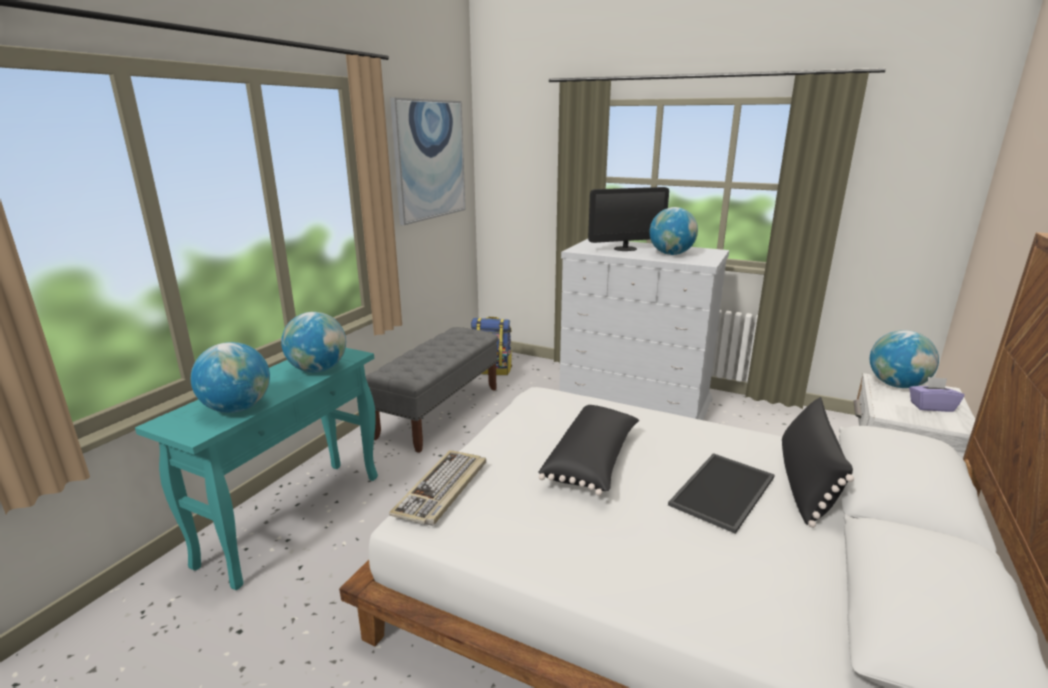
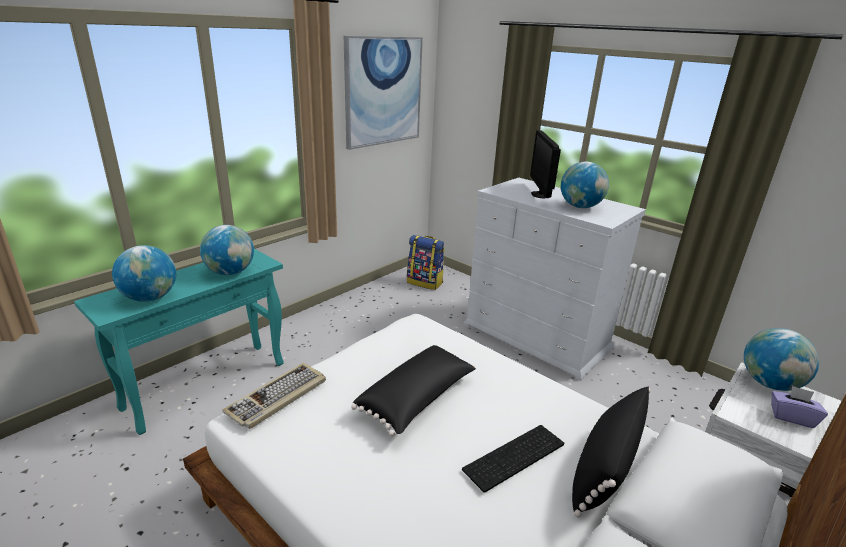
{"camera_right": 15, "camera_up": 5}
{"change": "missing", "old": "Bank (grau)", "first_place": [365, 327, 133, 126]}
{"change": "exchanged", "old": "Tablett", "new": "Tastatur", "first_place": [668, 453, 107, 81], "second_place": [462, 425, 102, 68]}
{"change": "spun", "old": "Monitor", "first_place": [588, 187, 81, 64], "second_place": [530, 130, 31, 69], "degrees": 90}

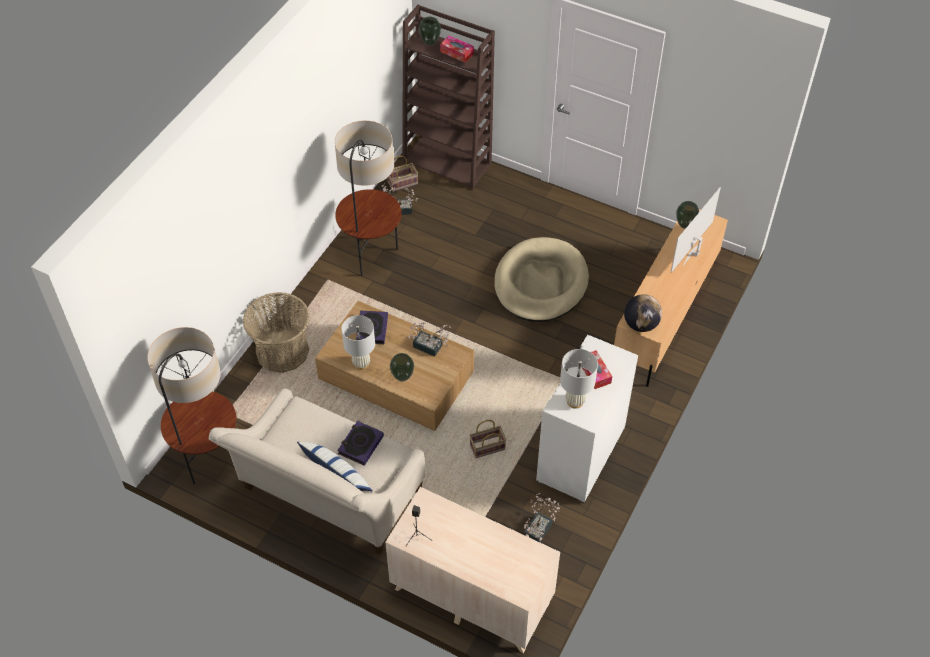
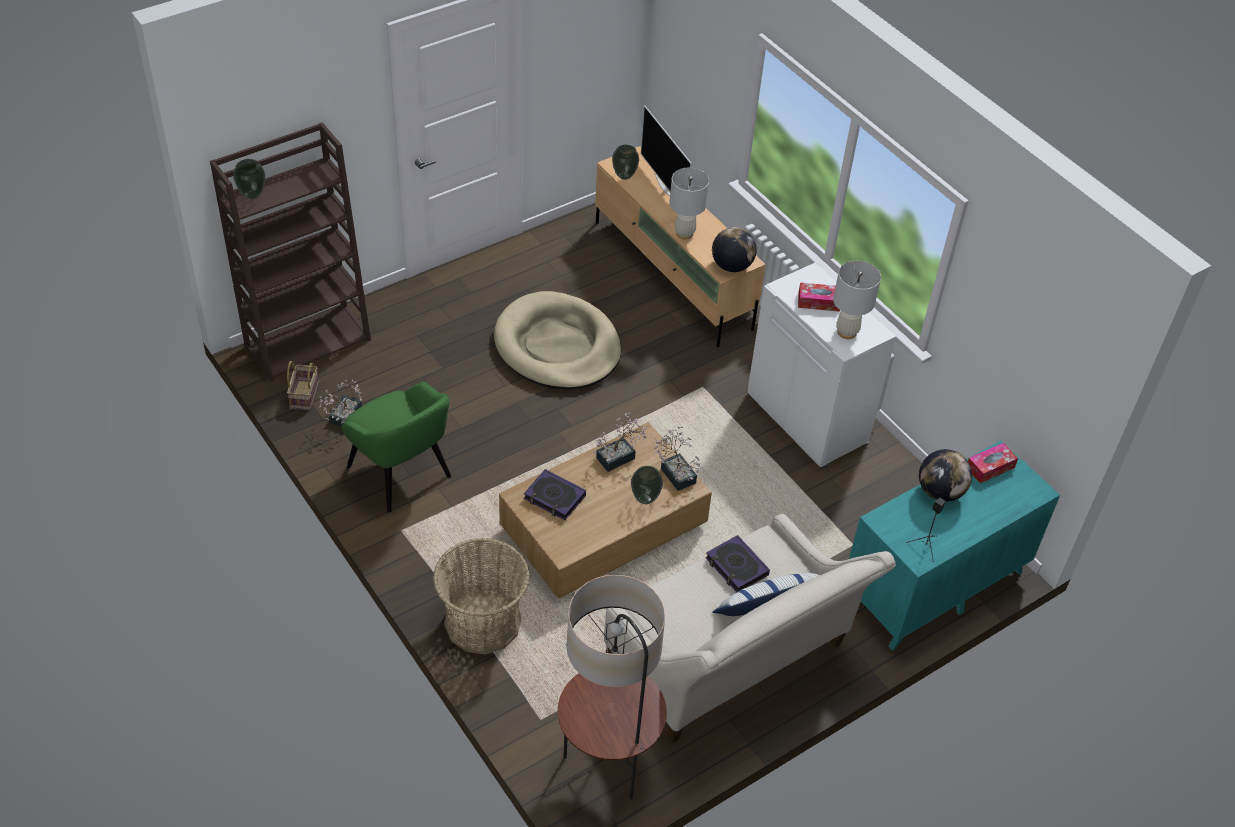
{"camera_right": -65, "camera_up": -5}
{"change": "missing", "old": "Korb", "first_place": [469, 420, 37, 38]}
{"change": "appeared", "new": "Globus", "second_place": [919, 449, 53, 53]}
{"change": "relocated", "old": "Tischlampe (weiß)", "first_place": [341, 315, 34, 55], "second_place": [669, 168, 40, 72]}
{"change": "relocated", "old": "Taschentuchbox", "first_place": [440, 36, 34, 27], "second_place": [968, 443, 50, 40]}
{"change": "relocated", "old": "Topfpflanze", "first_place": [524, 493, 36, 49], "second_place": [653, 427, 52, 64]}
{"change": "exchanged", "old": "Stehlampe", "new": "Sessel (grün)", "first_place": [335, 120, 67, 156], "second_place": [341, 381, 110, 132]}
{"change": "colour", "old": "Kommode (beige)", "new": "Kommode (türkis)", "first_place": [385, 487, 175, 166], "second_place": [849, 440, 211, 211]}

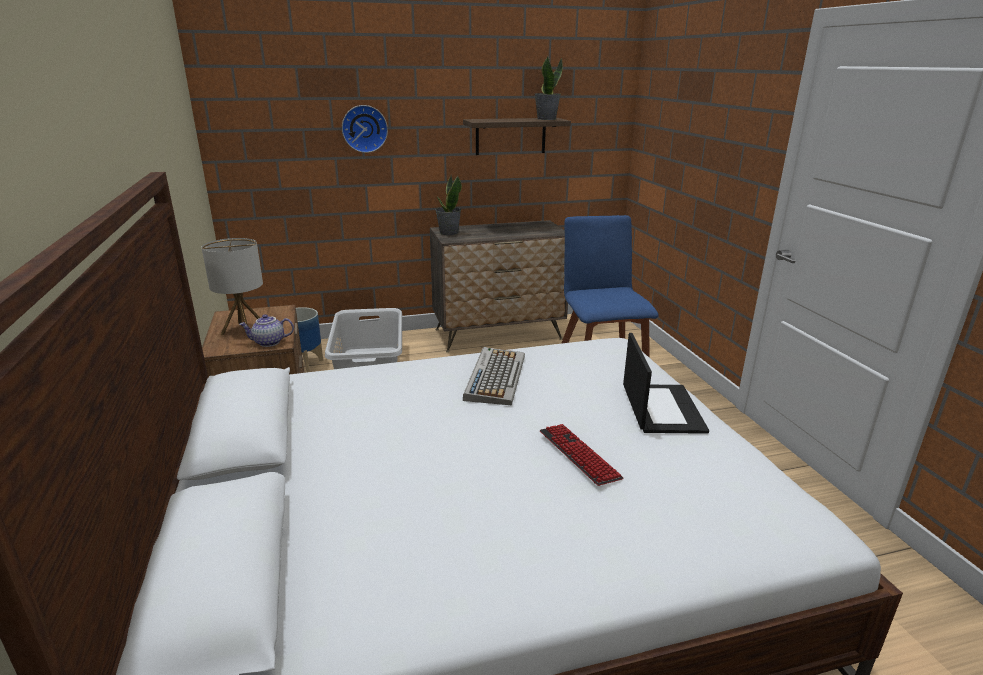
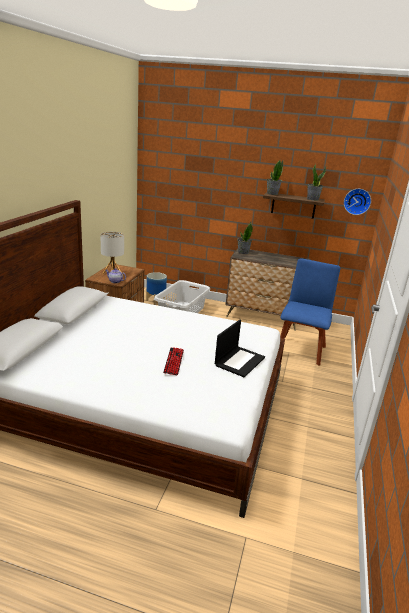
{"camera_right": 30, "camera_up": 0}
{"change": "missing", "old": "Tastatur", "first_place": [463, 347, 62, 58]}
{"change": "appeared", "new": "Topfpflanze", "second_place": [267, 160, 16, 35]}
{"change": "relocated", "old": "Wanduhr", "first_place": [342, 105, 46, 48], "second_place": [344, 189, 27, 26]}

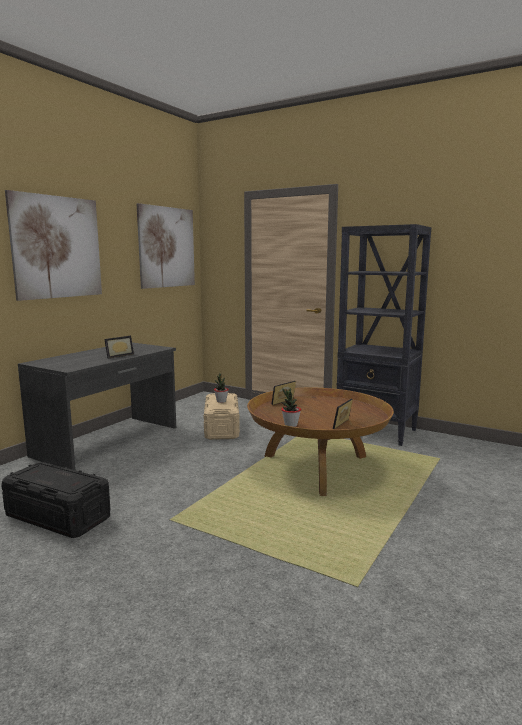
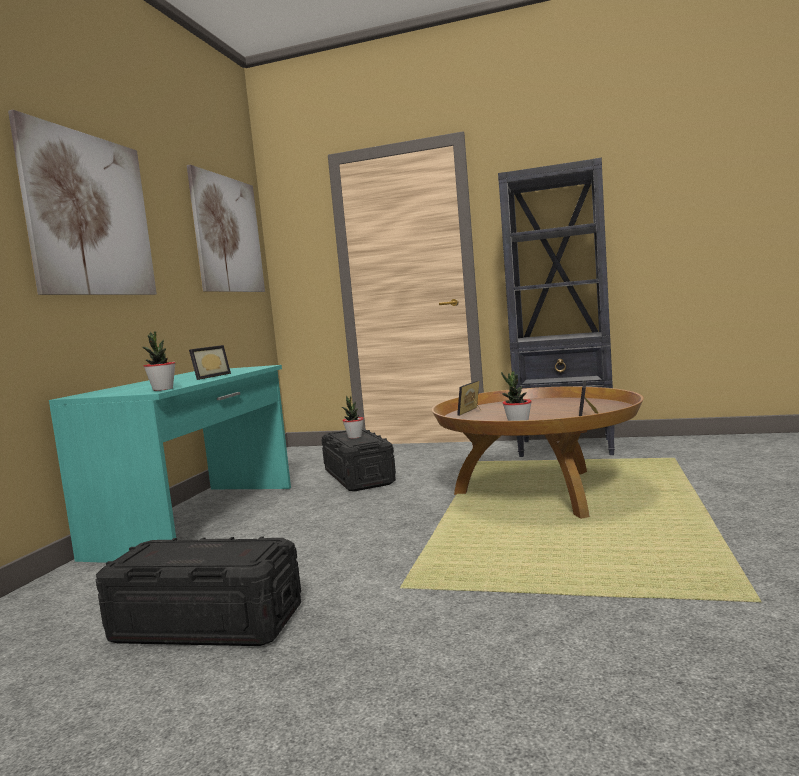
{"camera_right": -15, "camera_up": -5}
{"change": "appeared", "new": "Topfpflanze", "second_place": [143, 331, 33, 60]}
{"change": "colour", "old": "Schreibtisch (grau)", "new": "Schreibtisch (türkis)", "first_place": [18, 343, 158, 127], "second_place": [49, 365, 242, 198]}
{"change": "colour", "old": "Aufbewahrungsbox (beige)", "new": "Aufbewahrungsbox (schwarz)", "first_place": [204, 393, 36, 47], "second_place": [321, 429, 75, 62]}

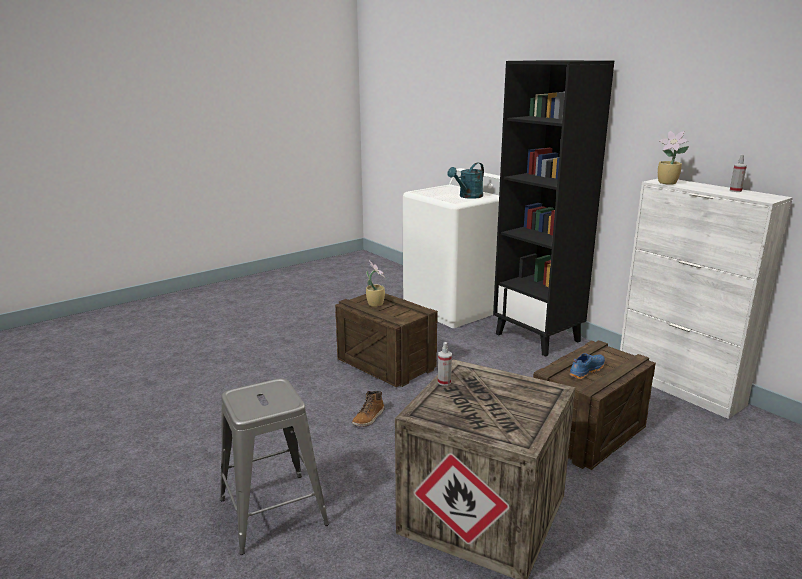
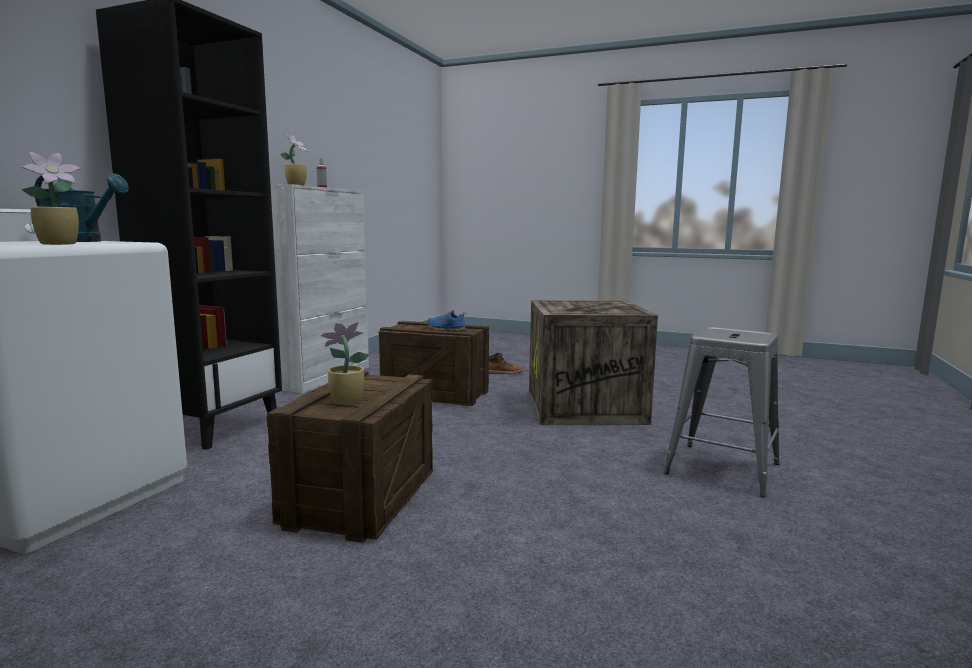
{"camera_right": -120, "camera_up": -10}
{"change": "missing", "old": "Sprühflasche", "first_place": [438, 342, 14, 44]}
{"change": "appeared", "new": "Topfpflanze", "second_place": [22, 152, 59, 93]}
{"change": "relocated", "old": "Stiefel", "first_place": [352, 391, 32, 36], "second_place": [489, 353, 35, 21]}

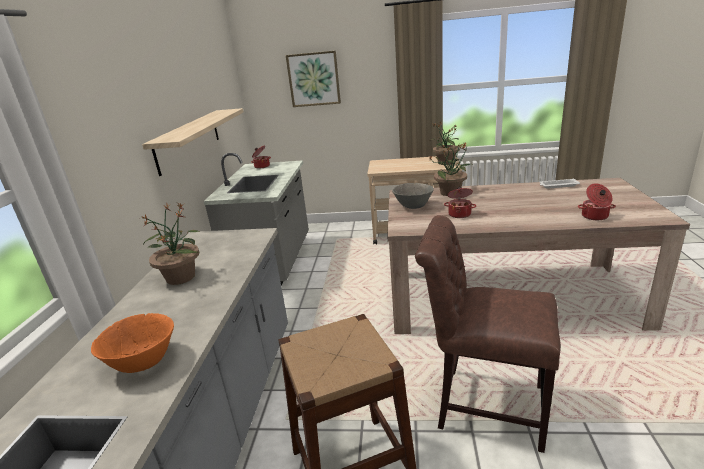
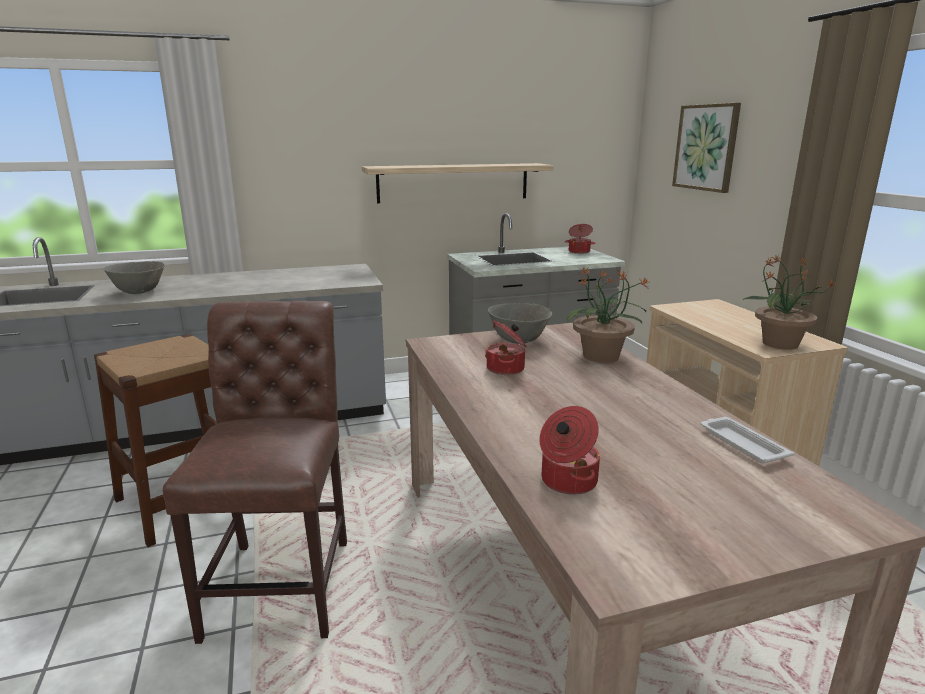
{"camera_right": 65, "camera_up": -5}
{"change": "missing", "old": "Topfpflanze", "first_place": [143, 203, 57, 82]}
{"change": "colour", "old": "Schüssel (orange)", "new": "Schüssel (grau)", "first_place": [91, 313, 83, 60], "second_place": [104, 261, 61, 33]}

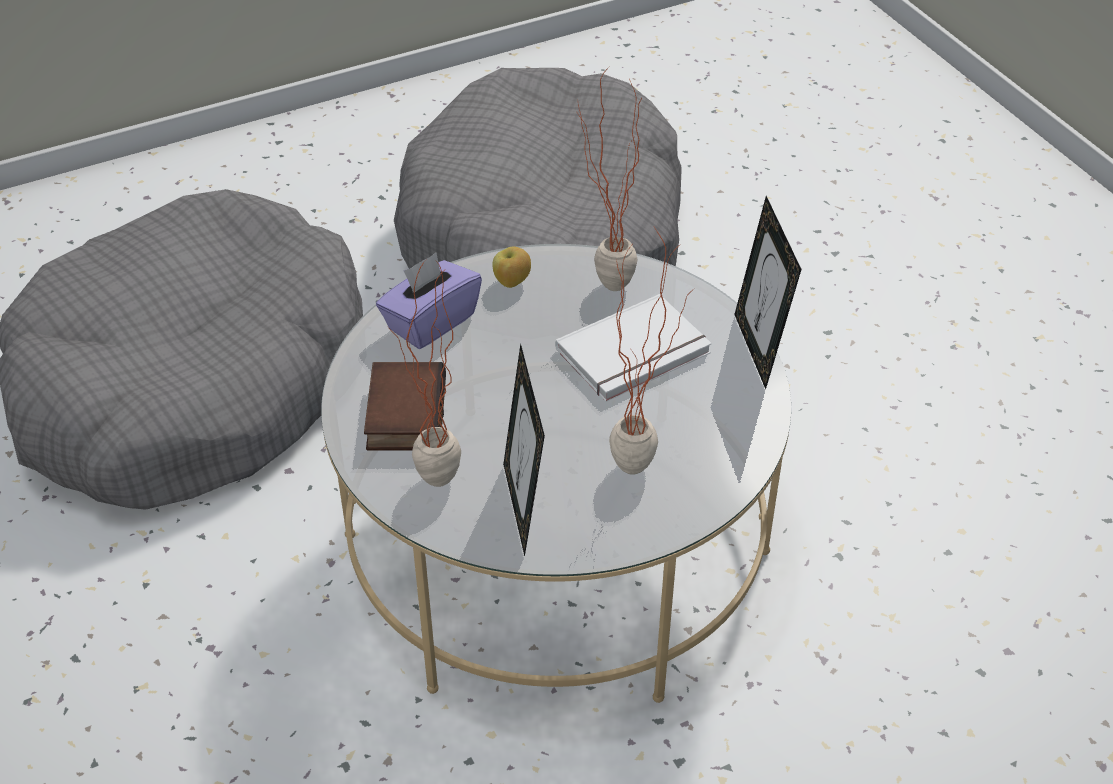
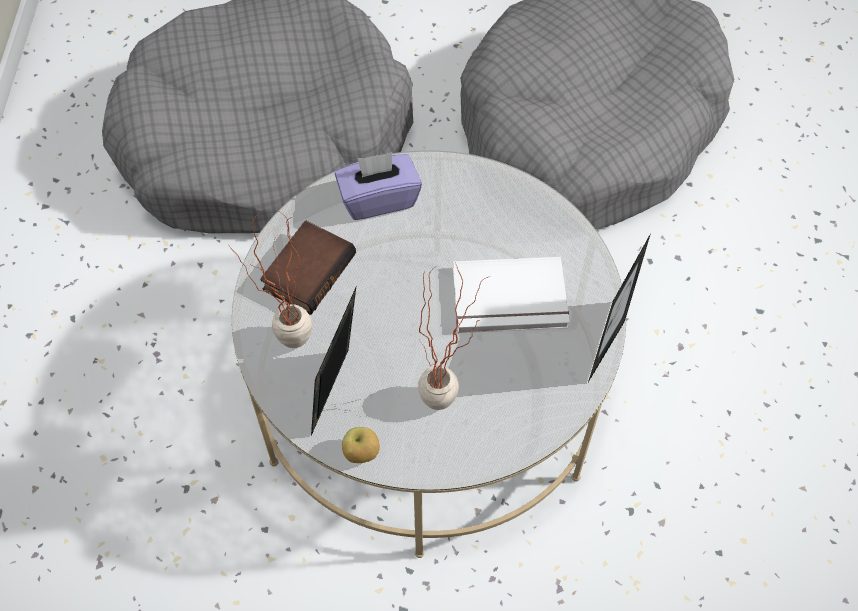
{"camera_right": 30, "camera_up": 15}
{"change": "missing", "old": "Topfpflanze", "first_place": [576, 66, 66, 225]}
{"change": "relocated", "old": "Apfel", "first_place": [493, 246, 38, 42], "second_place": [342, 427, 38, 36]}

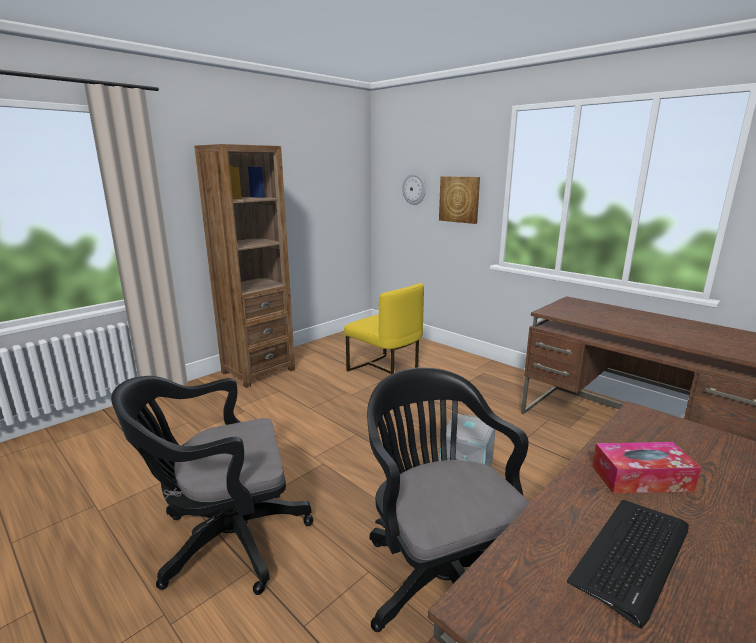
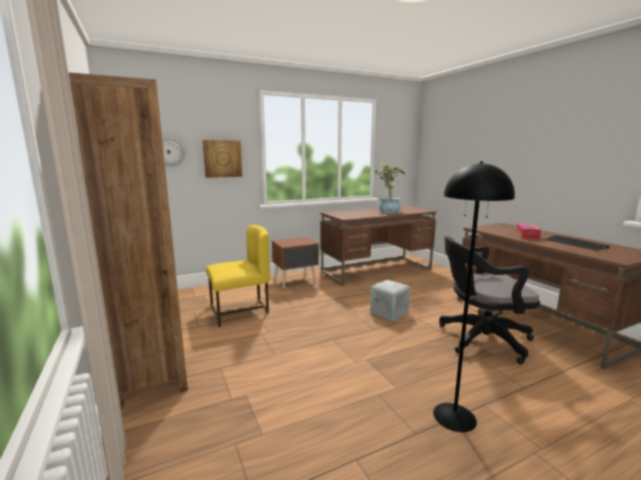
{"camera_right": -70, "camera_up": -5}
{"change": "appeared", "new": "Nachttisch (braun)", "second_place": [272, 237, 47, 52]}
{"change": "appeared", "new": "Topfpflanze", "second_place": [372, 164, 34, 49]}
{"change": "exchanged", "old": "Bürostuhl (schwarz)", "new": "Stehlampe (schwarz)", "first_place": [111, 376, 202, 219], "second_place": [433, 161, 82, 271]}

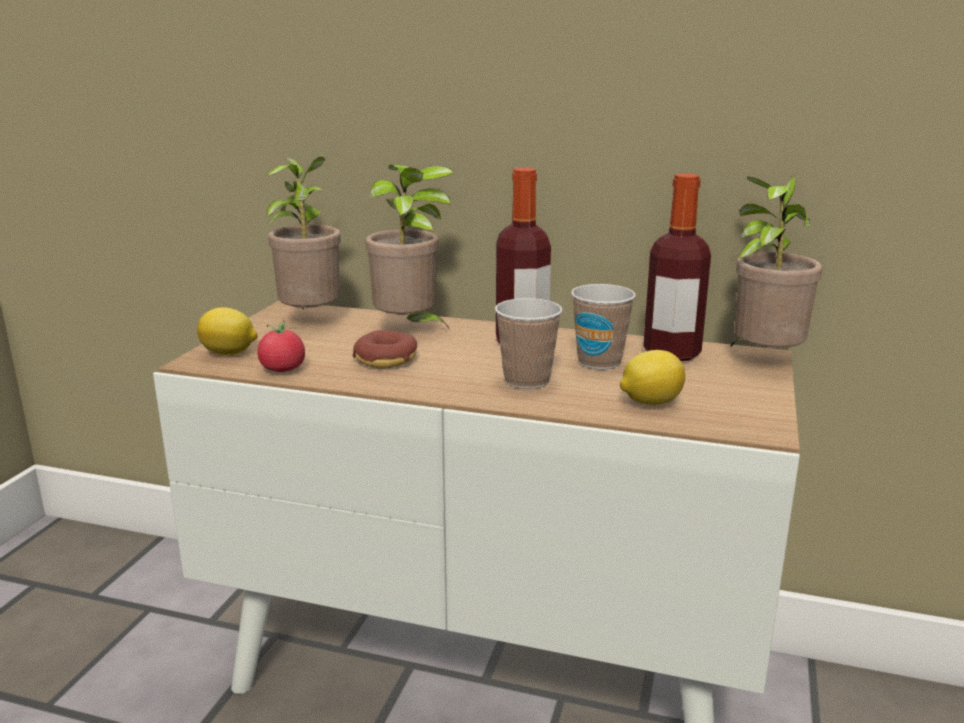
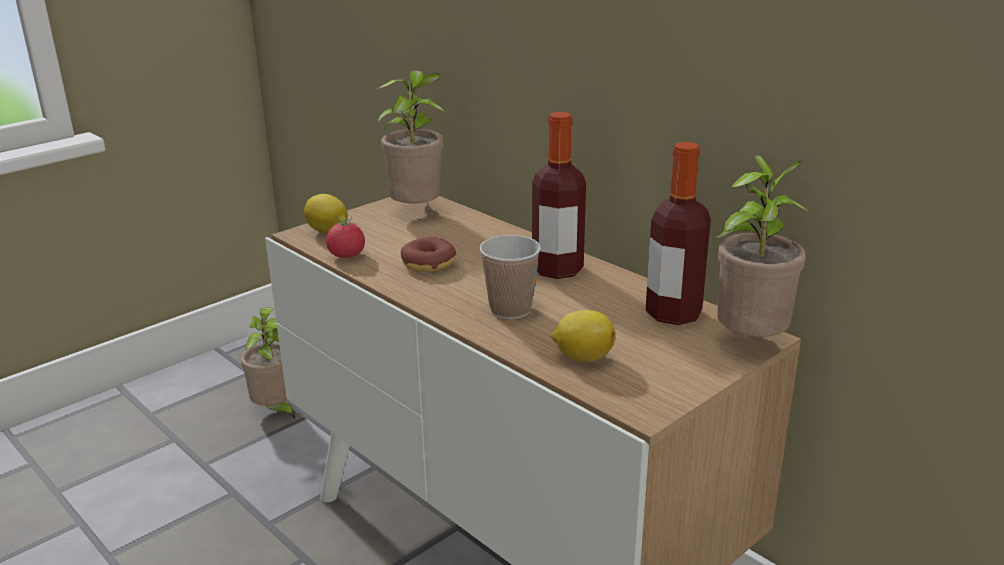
{"camera_right": 30, "camera_up": 5}
{"change": "missing", "old": "Tasse", "first_place": [571, 284, 65, 86]}
{"change": "relocated", "old": "Topfpflanze", "first_place": [365, 164, 89, 167], "second_place": [241, 308, 54, 111]}

